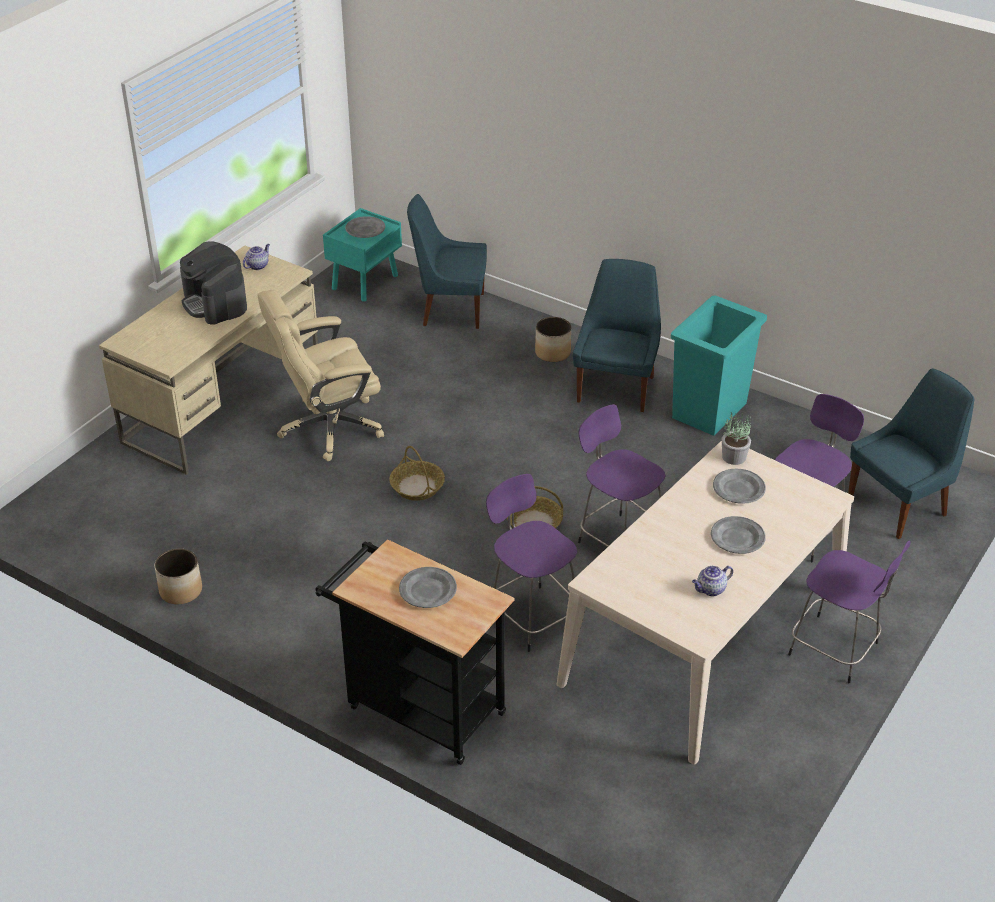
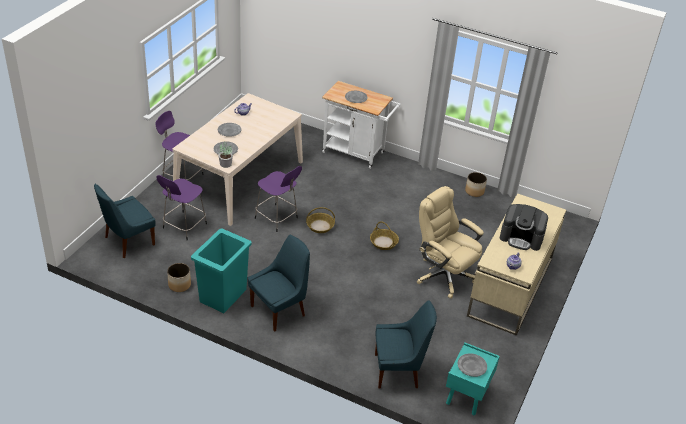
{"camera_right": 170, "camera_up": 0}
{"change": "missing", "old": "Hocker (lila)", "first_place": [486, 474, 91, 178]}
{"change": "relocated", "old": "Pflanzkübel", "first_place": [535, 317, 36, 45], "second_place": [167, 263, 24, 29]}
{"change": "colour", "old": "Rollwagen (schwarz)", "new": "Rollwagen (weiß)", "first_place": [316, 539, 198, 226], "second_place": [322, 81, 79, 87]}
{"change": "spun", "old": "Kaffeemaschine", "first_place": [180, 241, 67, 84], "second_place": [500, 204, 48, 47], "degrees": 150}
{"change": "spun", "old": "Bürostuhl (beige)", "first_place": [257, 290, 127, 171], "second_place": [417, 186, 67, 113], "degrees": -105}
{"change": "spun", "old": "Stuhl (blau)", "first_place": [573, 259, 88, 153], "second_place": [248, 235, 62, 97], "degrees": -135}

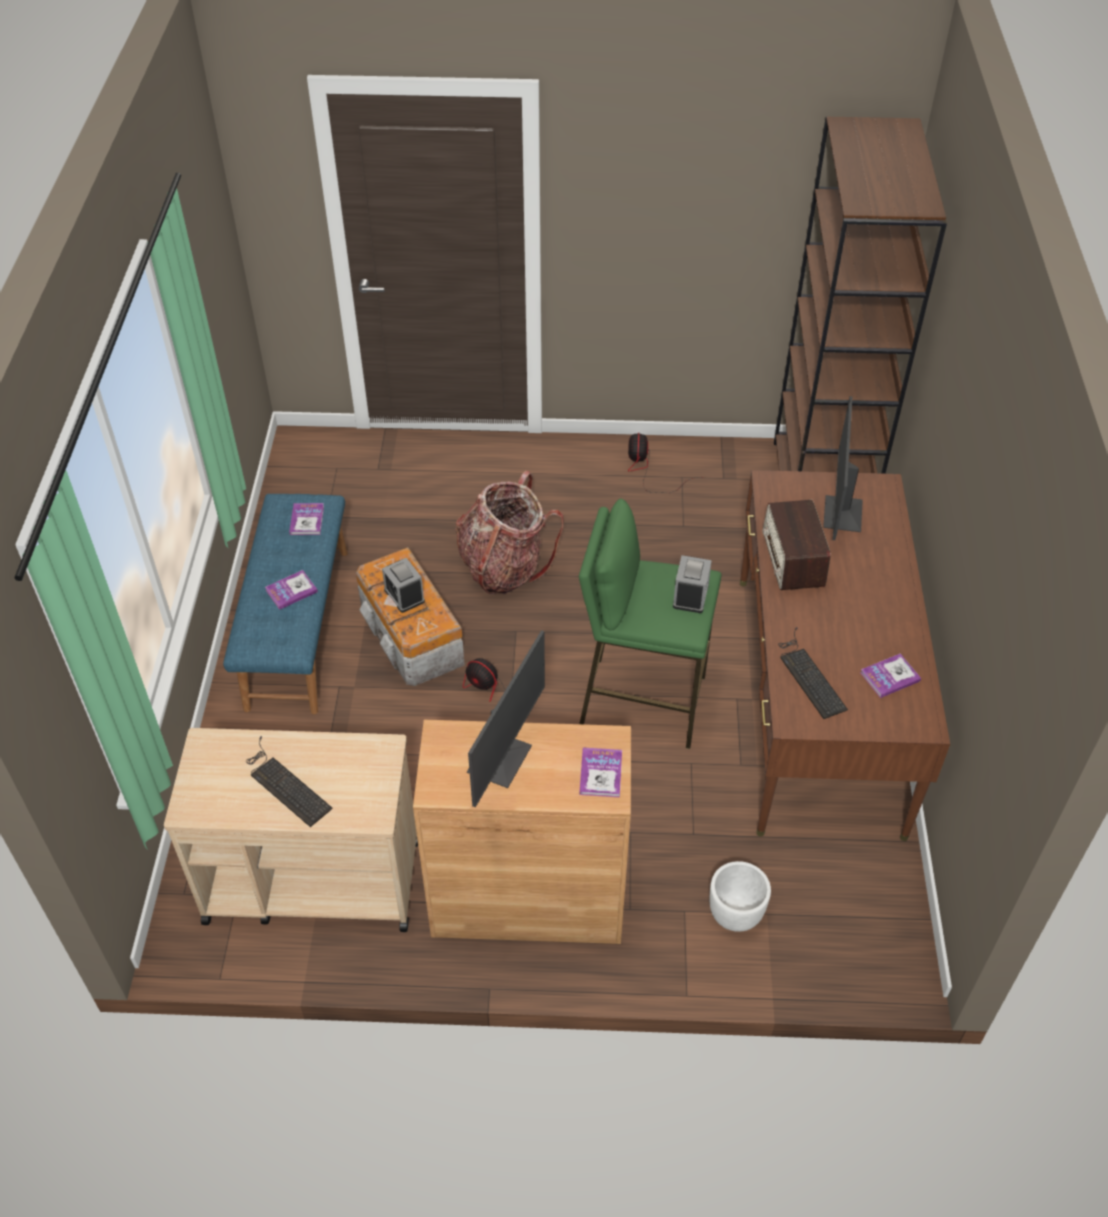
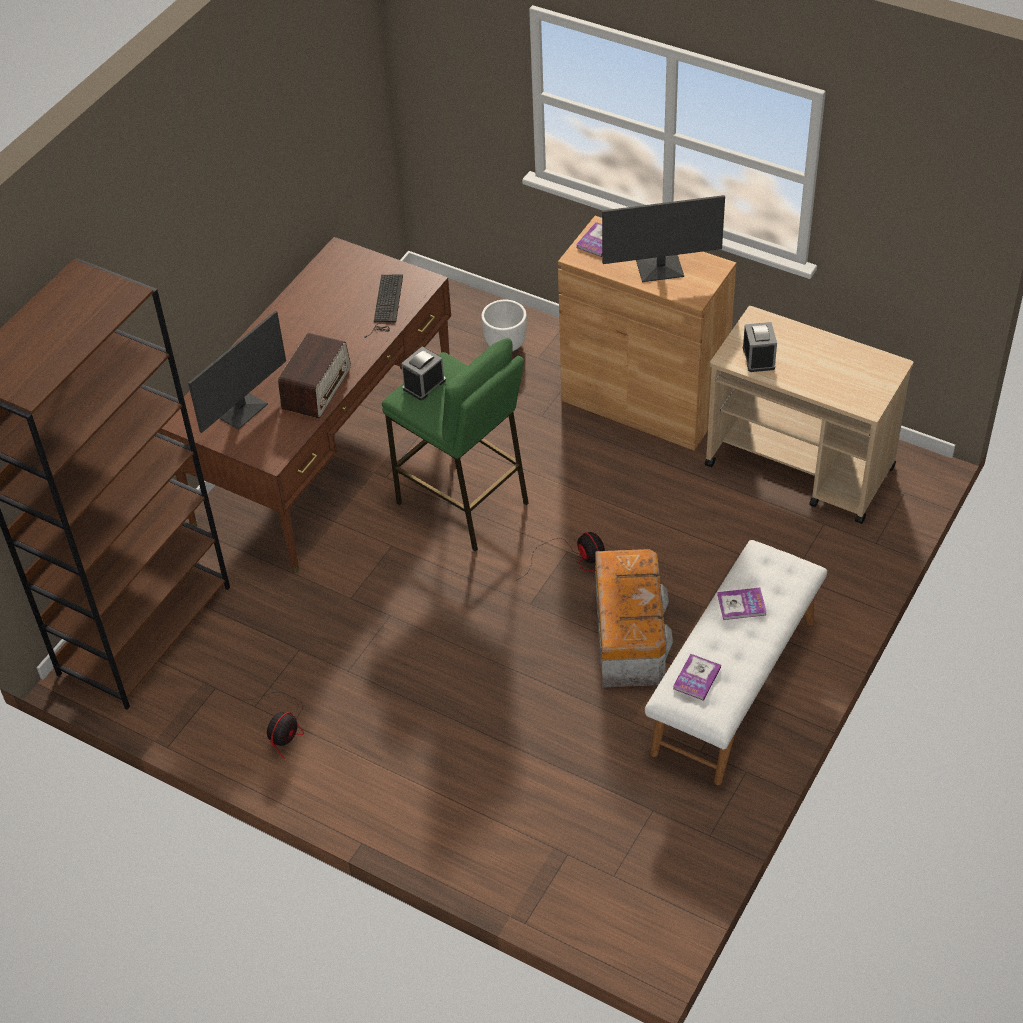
{"camera_right": -150, "camera_up": 0}
{"change": "missing", "old": "Tastatur", "first_place": [246, 736, 87, 91]}
{"change": "missing", "old": "Rucksack", "first_place": [455, 471, 109, 123]}
{"change": "missing", "old": "Buch", "first_place": [860, 653, 61, 45]}
{"change": "relocated", "old": "Wecker", "first_place": [382, 558, 43, 55], "second_place": [743, 322, 34, 50]}
{"change": "colour", "old": "Bank (blau)", "new": "Bank (weiß)", "first_place": [223, 494, 125, 220], "second_place": [645, 540, 182, 245]}
{"change": "spun", "old": "Monitor", "first_place": [467, 630, 78, 178], "second_place": [602, 195, 123, 87], "degrees": -150}

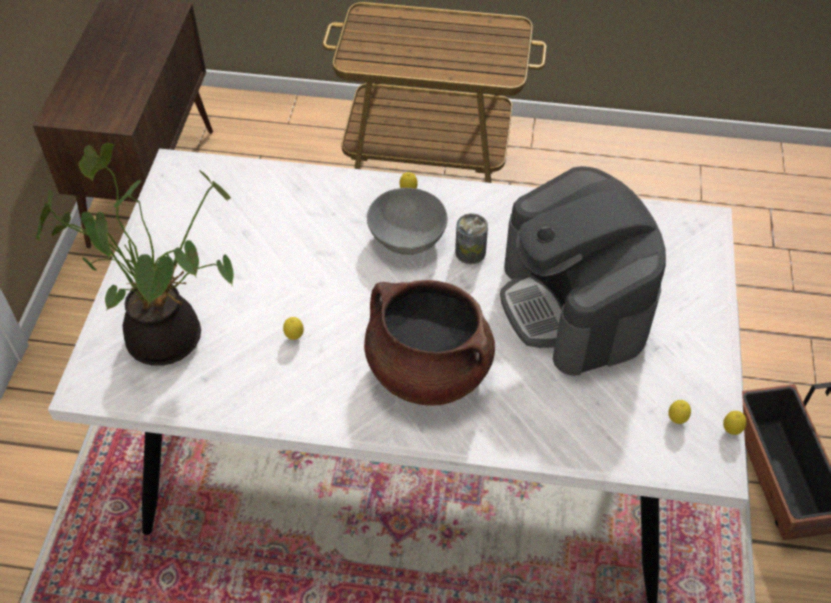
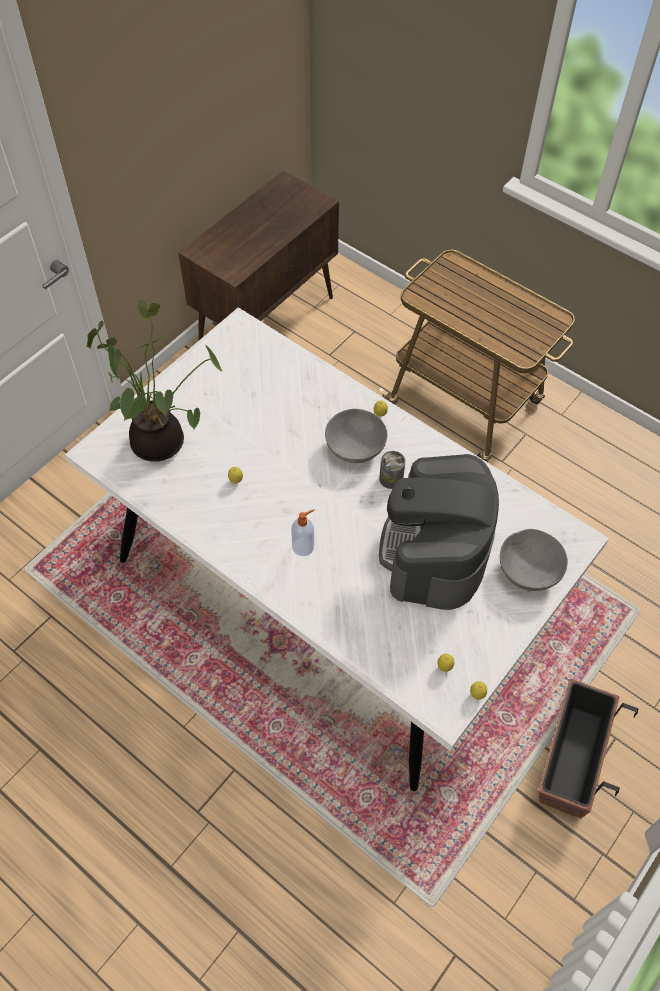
{"camera_right": 30, "camera_up": 5}
{"change": "appeared", "new": "Schüssel (grau)", "second_place": [500, 529, 68, 62]}
{"change": "exchanged", "old": "Kochtopf (braun)", "new": "Seifenspender", "first_place": [364, 280, 131, 126], "second_place": [291, 509, 24, 47]}

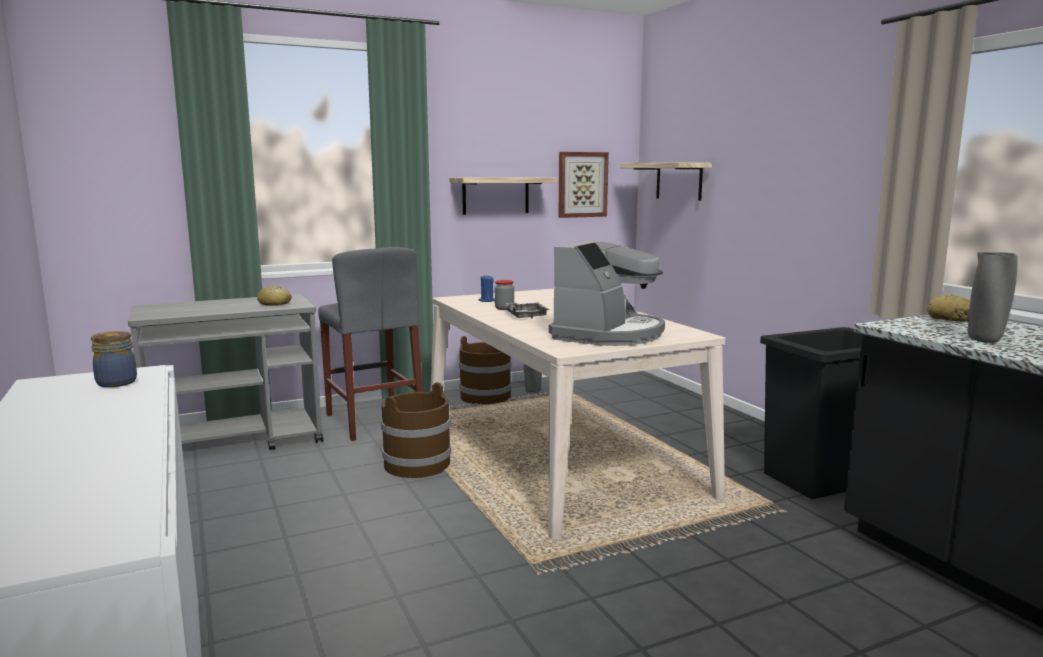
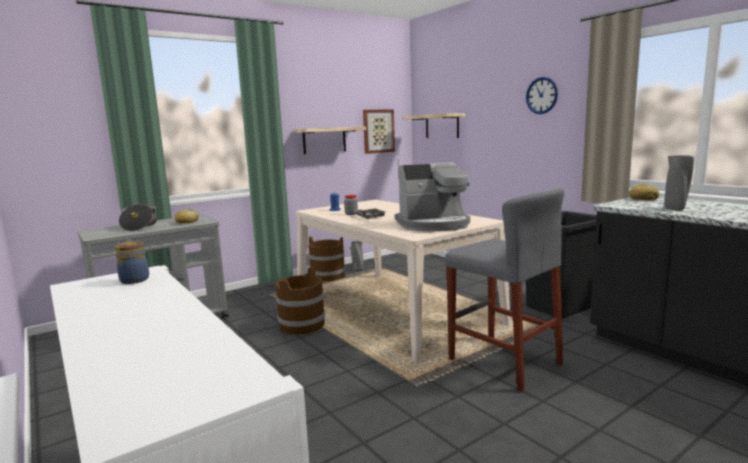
{"camera_right": -10, "camera_up": 0}
{"change": "appeared", "new": "Kochtopf", "second_place": [119, 204, 38, 27]}
{"change": "appeared", "new": "Wanduhr", "second_place": [526, 77, 32, 37]}
{"change": "relocated", "old": "Hocker (grau)", "first_place": [318, 247, 105, 194], "second_place": [445, 188, 119, 204]}
{"change": "spun", "old": "Kaffeemaschine", "first_place": [549, 239, 116, 107], "second_place": [395, 162, 75, 69], "degrees": 60}

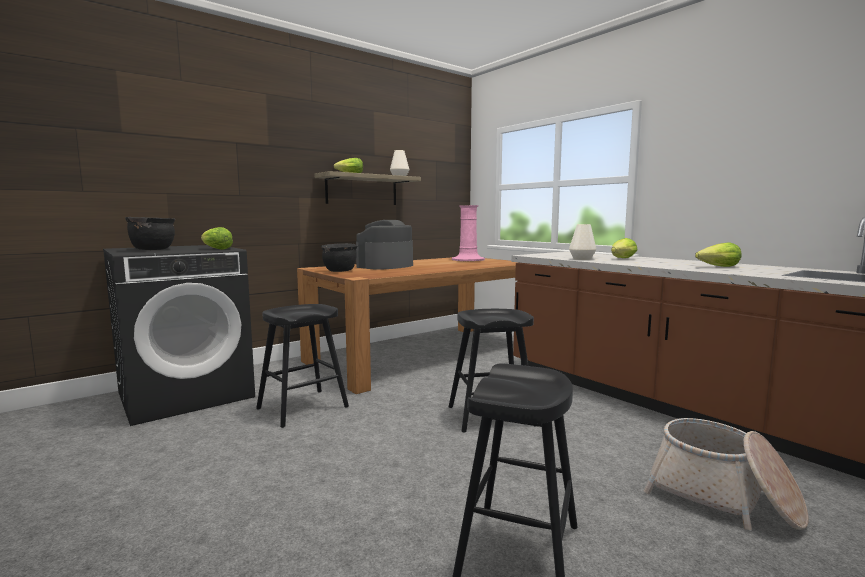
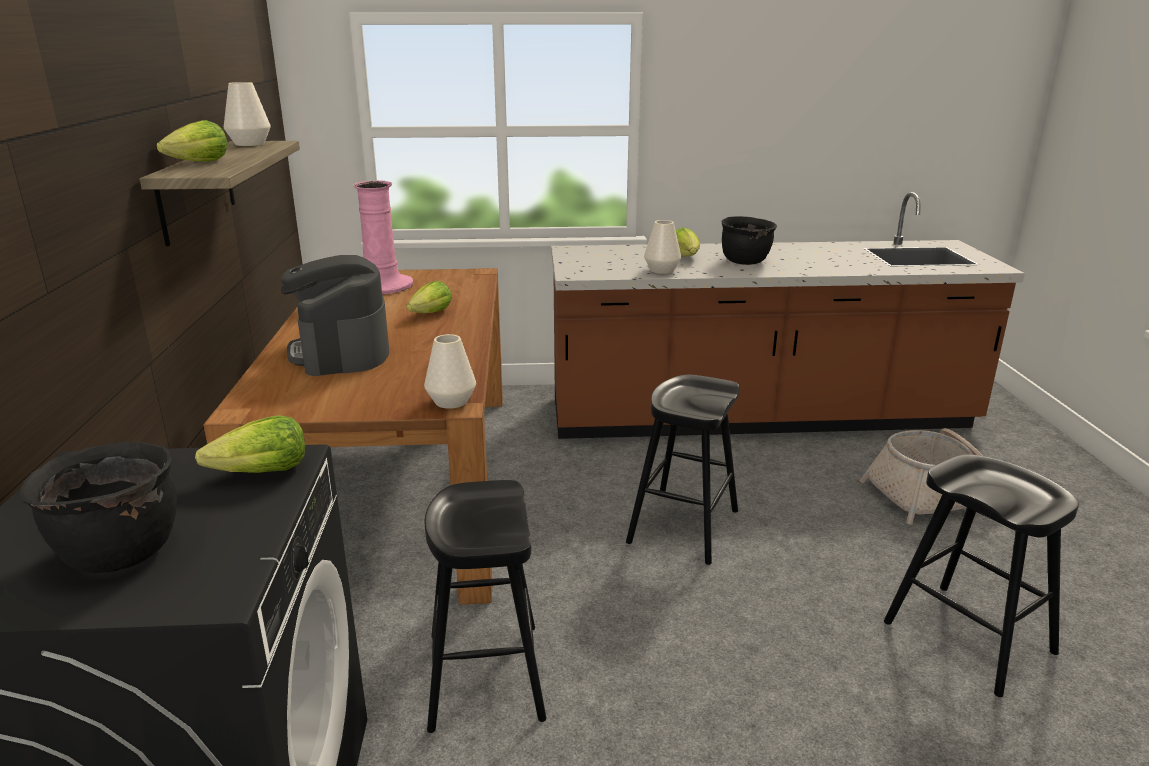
{"camera_right": -55, "camera_up": 15}
{"change": "appeared", "new": "Vase (weiß)", "second_place": [424, 334, 52, 75]}
{"change": "relocated", "old": "Kochtopf (schwarz)", "first_place": [321, 243, 37, 29], "second_place": [721, 216, 56, 49]}
{"change": "relocated", "old": "Salatkopf", "first_place": [695, 243, 47, 24], "second_place": [406, 281, 46, 32]}

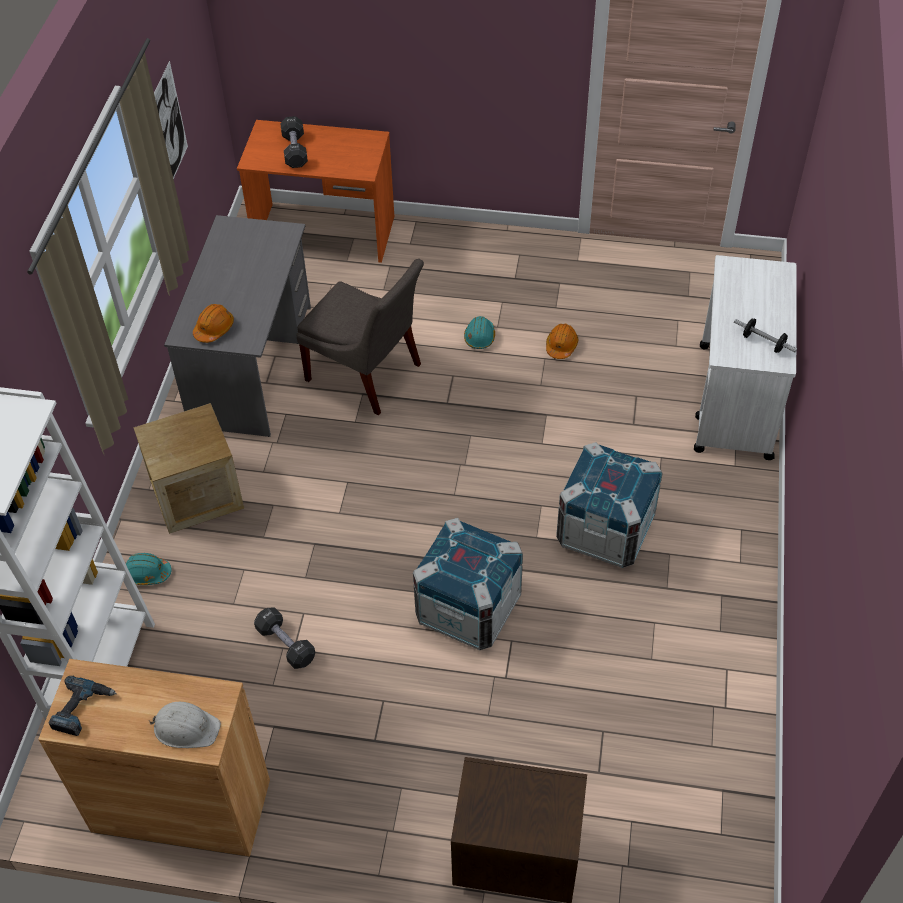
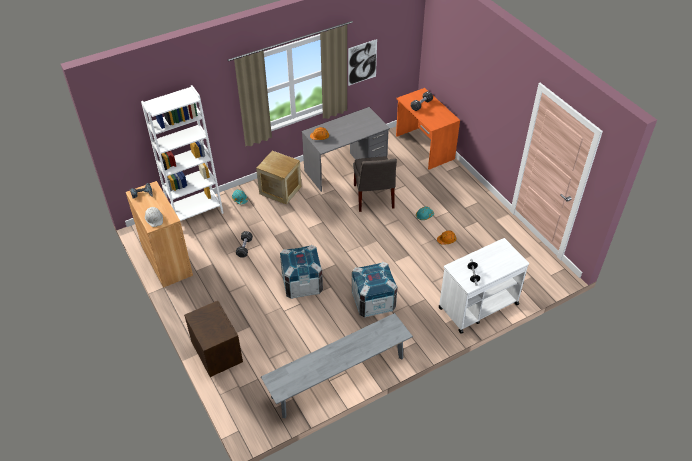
{"camera_right": 50, "camera_up": -5}
{"change": "appeared", "new": "Bank (grau)", "second_place": [261, 313, 152, 105]}

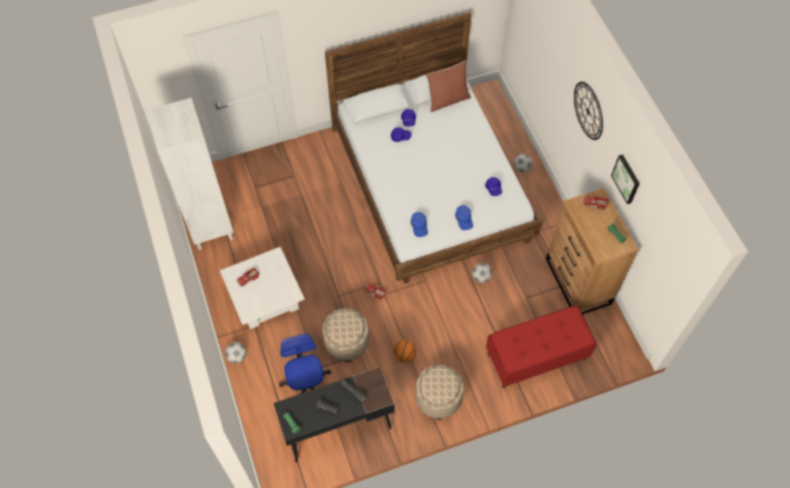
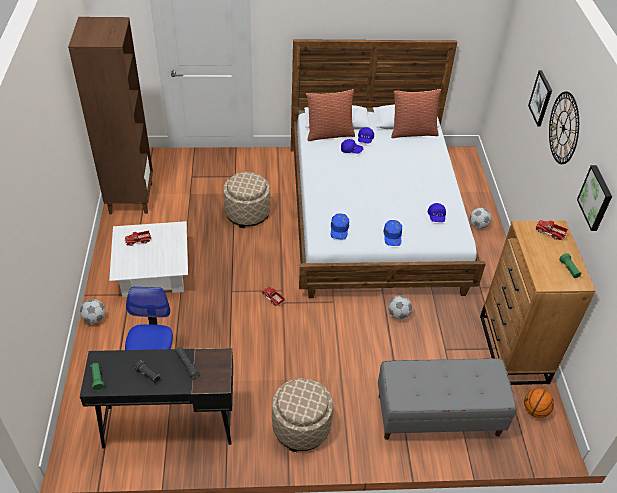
{"camera_right": 15, "camera_up": -15}
{"change": "appeared", "new": "Kissen", "second_place": [306, 89, 49, 52]}
{"change": "appeared", "new": "Bild", "second_place": [528, 70, 24, 56]}
{"change": "relocated", "old": "Polsterhocker (beige)", "first_place": [322, 308, 47, 54], "second_place": [223, 172, 47, 56]}
{"change": "relocated", "old": "Basketball", "first_place": [394, 340, 22, 23], "second_place": [524, 388, 30, 30]}
{"change": "colour", "old": "Bücherregal (weiß)", "new": "Bücherregal (braun)", "first_place": [146, 98, 88, 152], "second_place": [68, 17, 85, 197]}
{"change": "colour", "old": "Bank (rot)", "new": "Bank (grau)", "first_place": [486, 305, 110, 83], "second_place": [378, 358, 139, 82]}

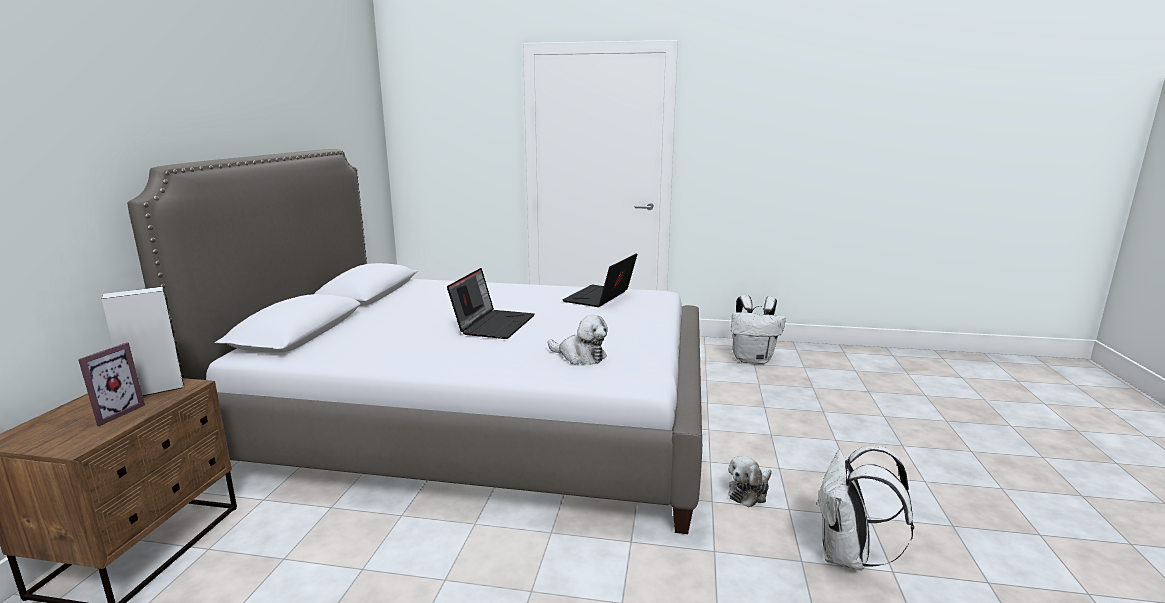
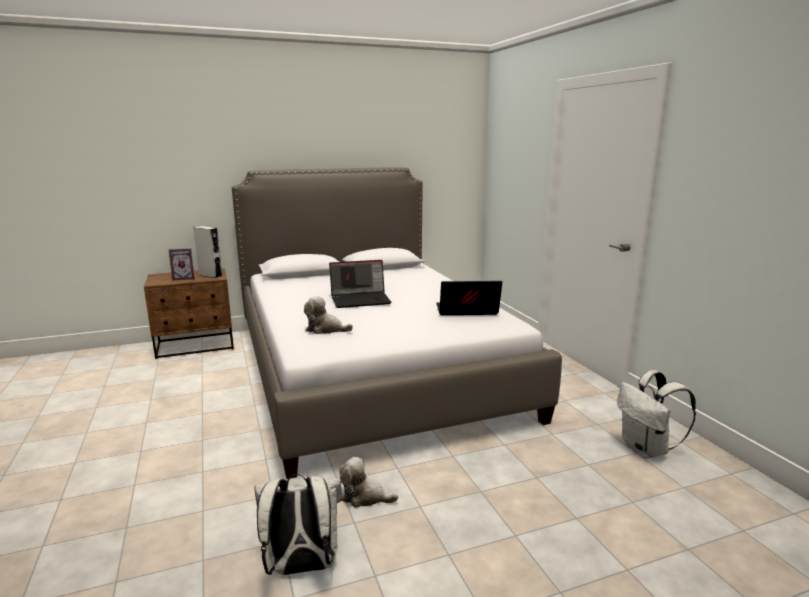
{"camera_right": 60, "camera_up": 0}
{"change": "spun", "old": "Plüschtier", "first_place": [548, 315, 60, 50], "second_place": [304, 296, 49, 38], "degrees": 105}

